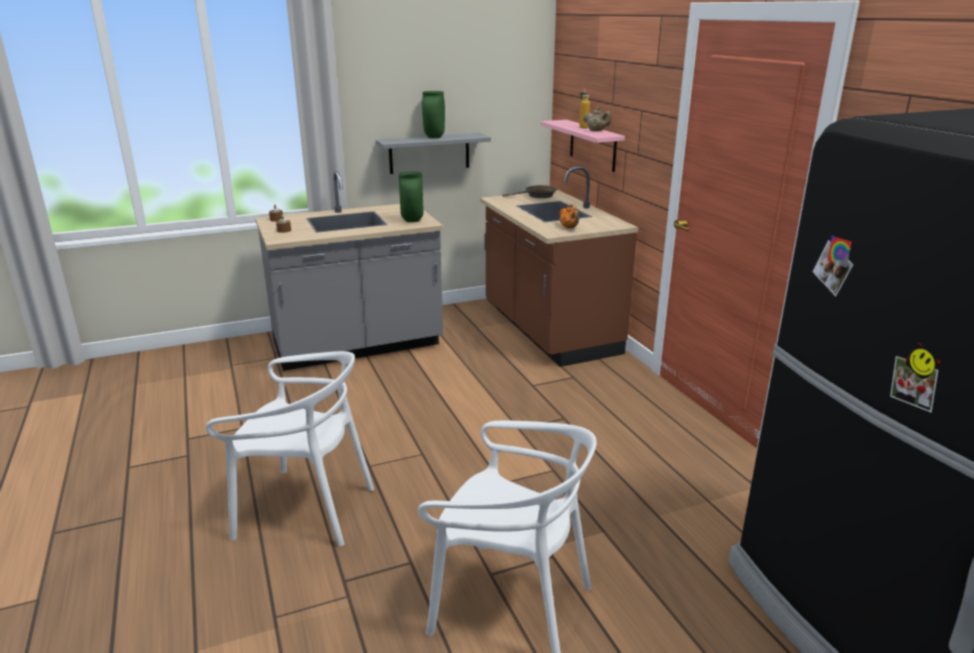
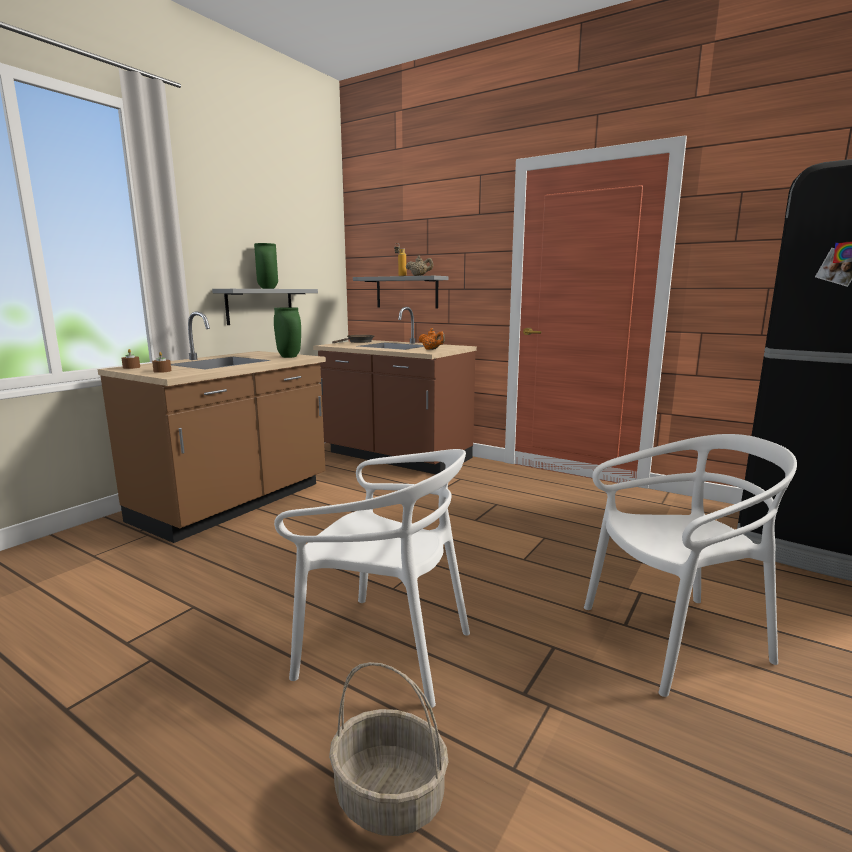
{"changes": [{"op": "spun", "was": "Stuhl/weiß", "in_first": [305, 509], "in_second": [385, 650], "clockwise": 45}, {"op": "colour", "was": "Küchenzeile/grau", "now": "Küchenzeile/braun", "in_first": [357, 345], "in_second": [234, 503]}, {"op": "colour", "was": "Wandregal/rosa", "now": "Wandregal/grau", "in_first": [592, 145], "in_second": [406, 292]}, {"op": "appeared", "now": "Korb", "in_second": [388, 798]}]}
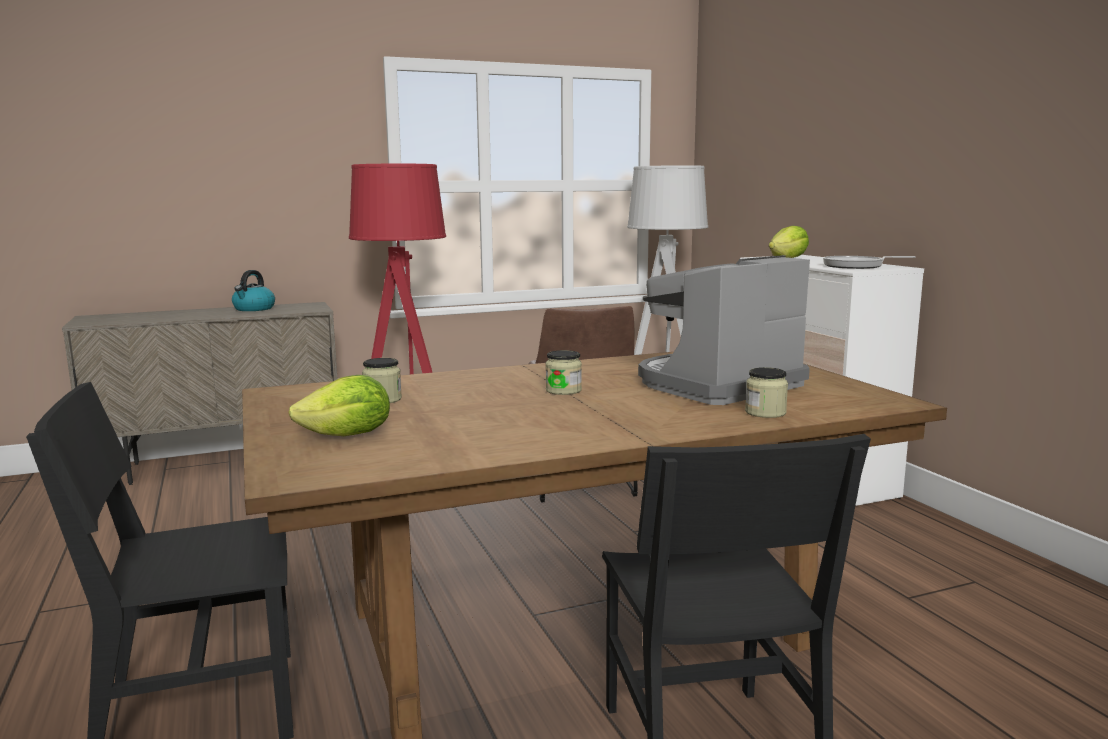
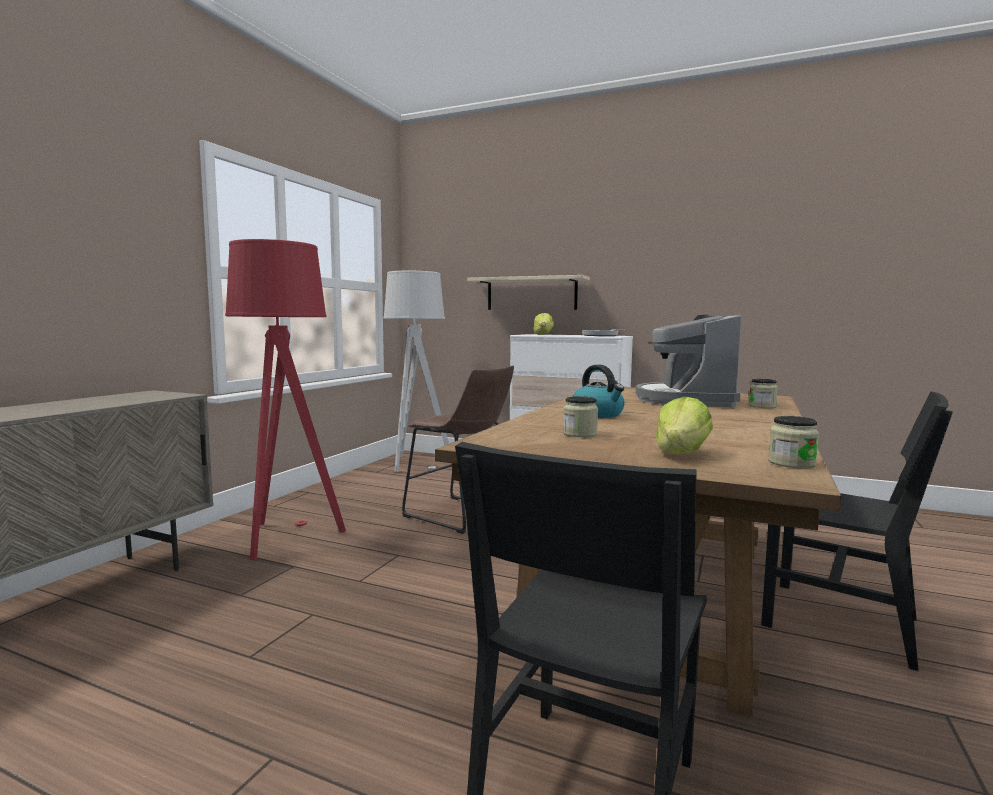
{"changes": [{"op": "relocated", "was": "Wasserkessel", "in_first": [254, 309], "in_second": [598, 414]}, {"op": "relocated", "was": "Vorratsglas", "in_first": [563, 390], "in_second": [791, 463]}, {"op": "appeared", "now": "Wandregal/beige", "in_second": [531, 294]}]}
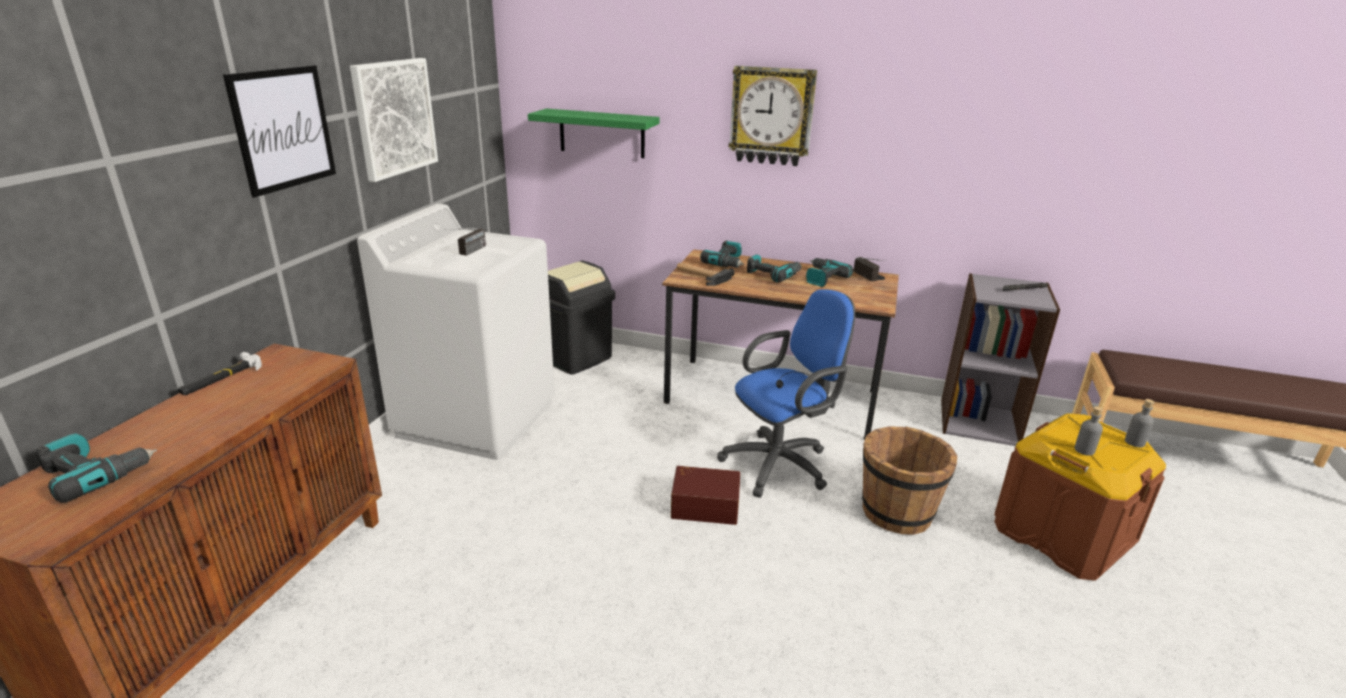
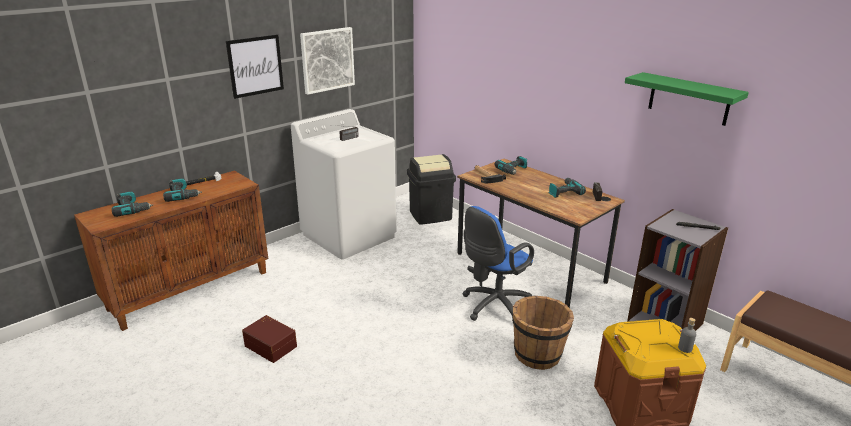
{"changes": [{"op": "relocated", "was": "Wandregal/grün", "in_first": [602, 133], "in_second": [689, 99]}, {"op": "relocated", "was": "Aufbewahrungsbox/braun", "in_first": [705, 505], "in_second": [271, 345]}, {"op": "spun", "was": "Bürostuhl/blau", "in_first": [781, 464], "in_second": [494, 306], "clockwise": 135}, {"op": "missing", "was": "Wanduhr", "in_first": [771, 116]}, {"op": "relocated", "was": "Bohrmaschine", "in_first": [773, 274], "in_second": [182, 195]}, {"op": "missing", "was": "Flasche/grau", "in_first": [1084, 450]}]}
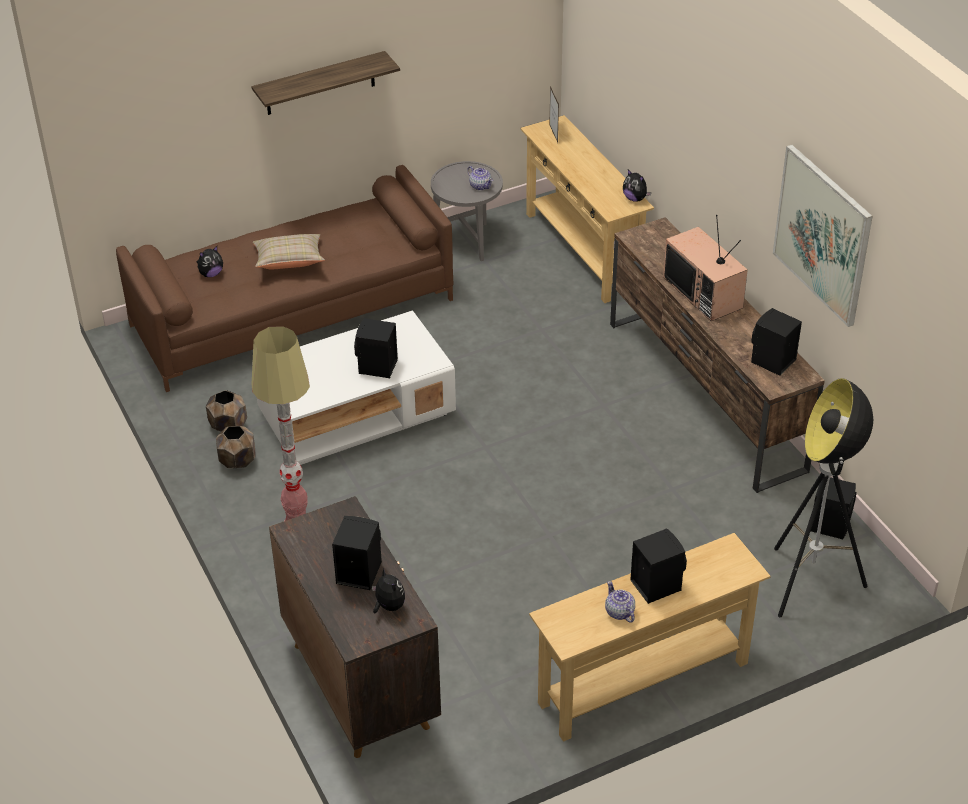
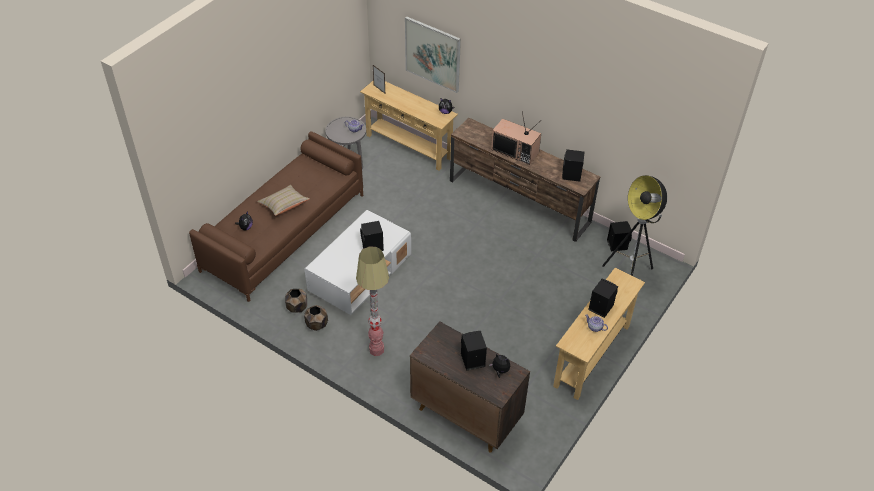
{"changes": [{"op": "missing", "was": "Wandregal", "in_first": [320, 84]}, {"op": "relocated", "was": "Bild", "in_first": [822, 234], "in_second": [433, 54]}]}
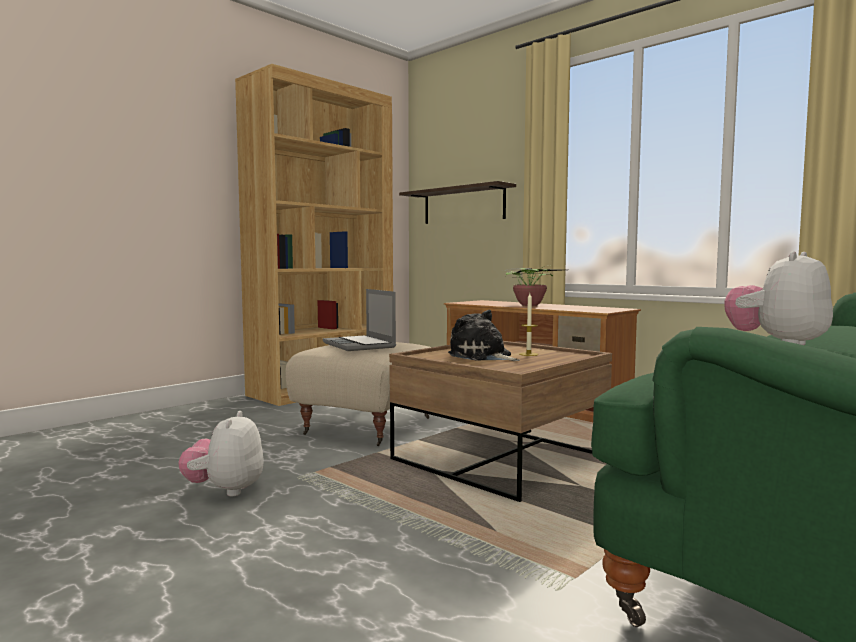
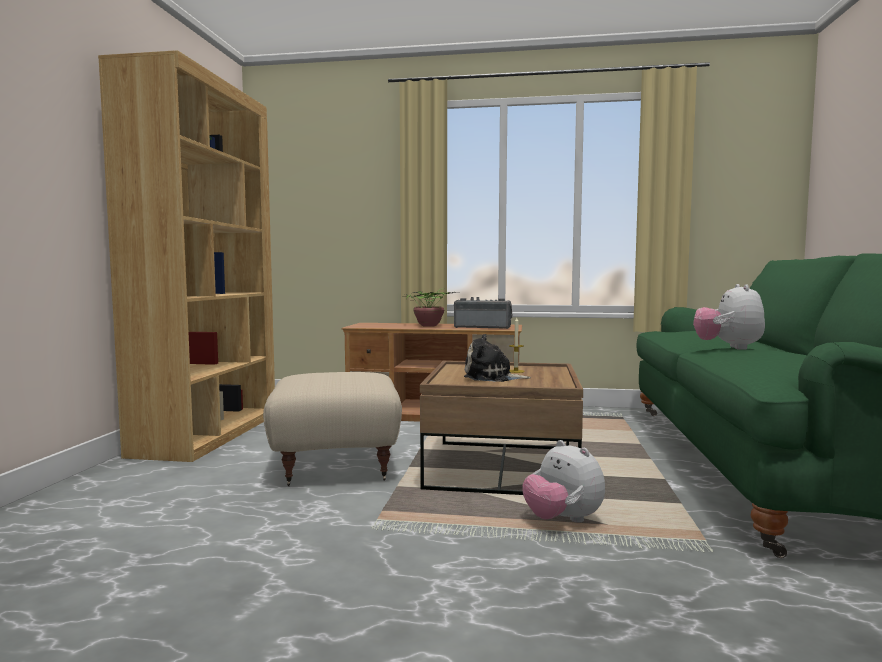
{"changes": [{"op": "relocated", "was": "Plüschtier", "in_first": [225, 490], "in_second": [562, 520]}, {"op": "missing", "was": "Laptop", "in_first": [360, 345]}, {"op": "missing", "was": "Wandregal", "in_first": [463, 205]}, {"op": "appeared", "now": "Radio", "in_second": [483, 327]}]}
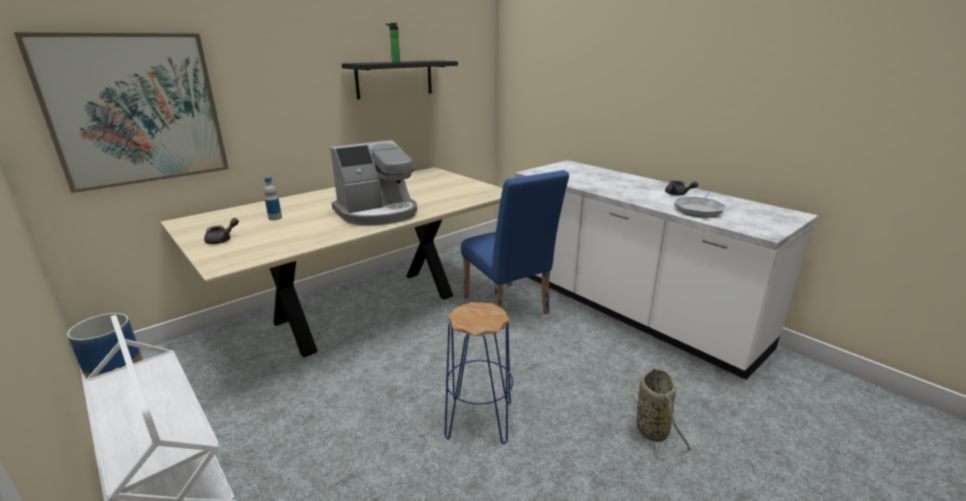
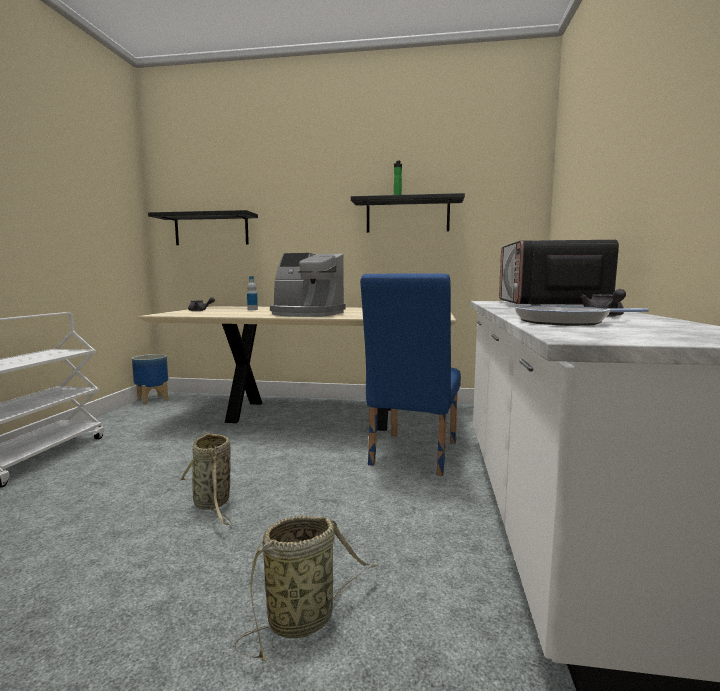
{"changes": [{"op": "exchanged", "was": "Bild", "now": "Wandregal/schwarz", "in_first": [136, 110], "in_second": [211, 230]}, {"op": "exchanged", "was": "Hocker/blau", "now": "Korb", "in_first": [479, 419], "in_second": [212, 504]}, {"op": "appeared", "now": "Mikrowelle", "in_second": [549, 305]}]}
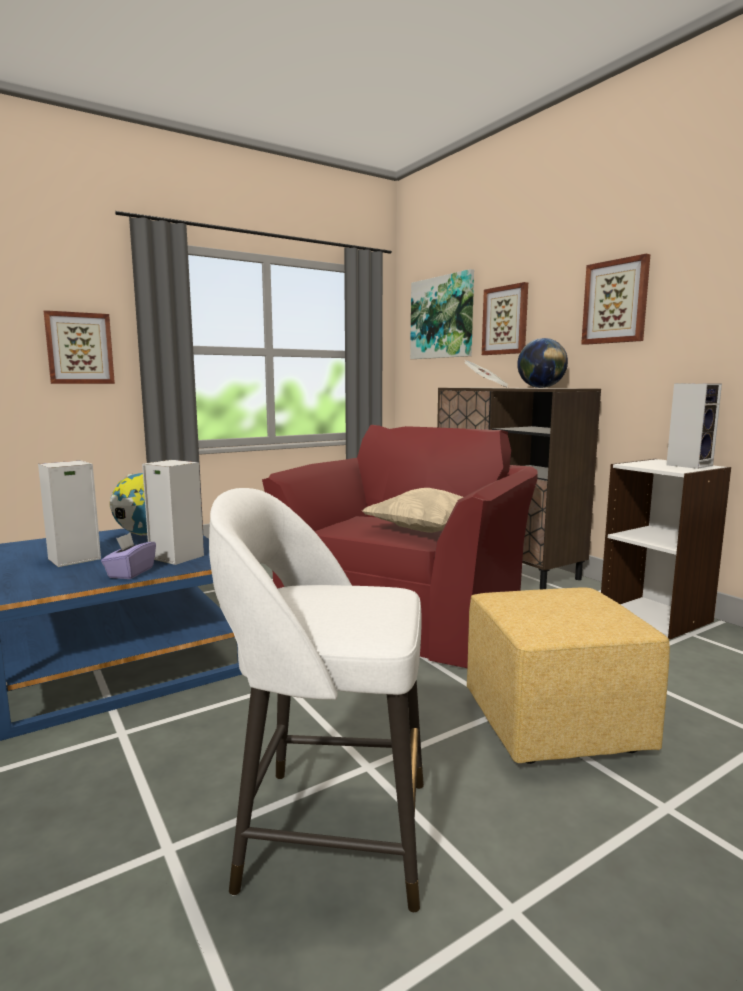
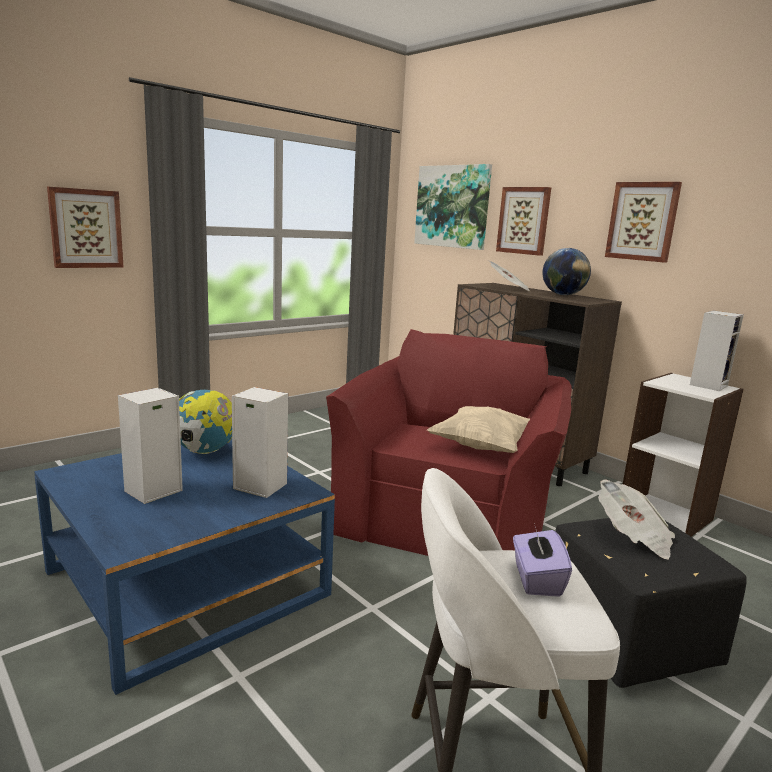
{"changes": [{"op": "relocated", "was": "Taschentuchbox/lila", "in_first": [130, 573], "in_second": [536, 579]}, {"op": "colour", "was": "Polsterhocker/gelb", "now": "Polsterhocker/schwarz", "in_first": [553, 723], "in_second": [627, 639]}, {"op": "appeared", "now": "Zeitung", "in_second": [633, 537]}]}
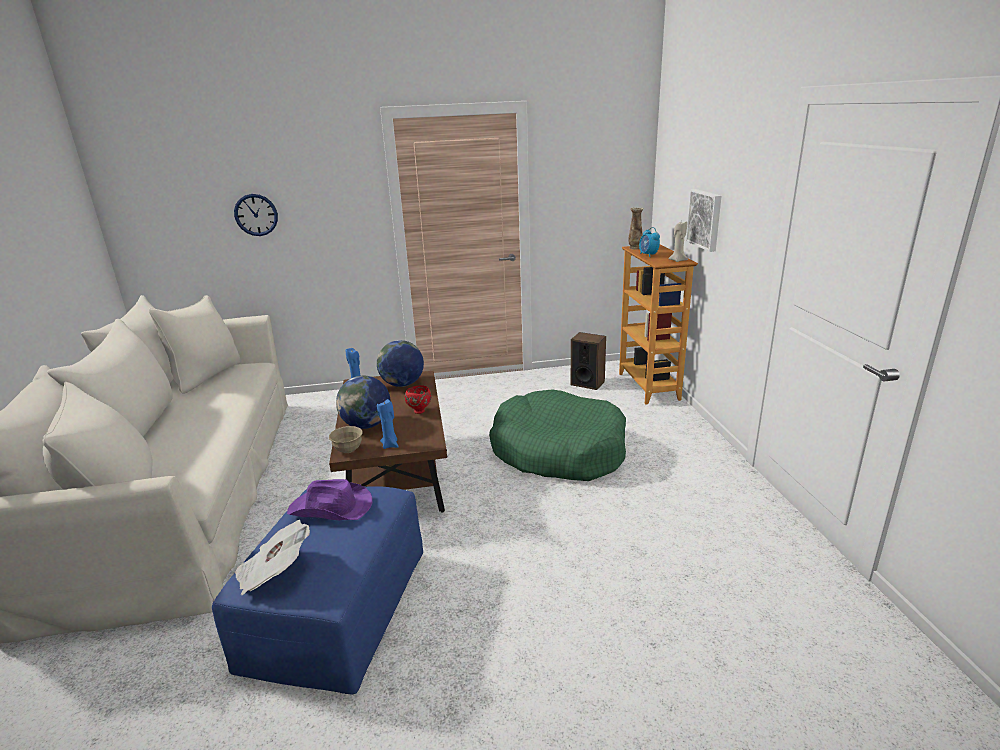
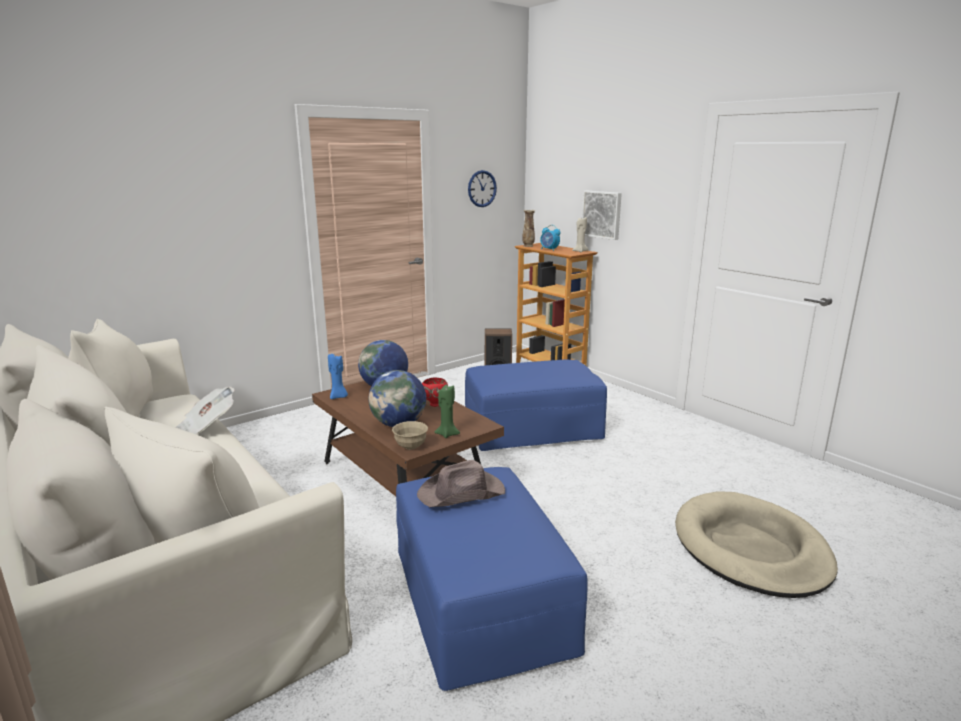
{"changes": [{"op": "relocated", "was": "Wanduhr", "in_first": [256, 215], "in_second": [482, 188]}, {"op": "relocated", "was": "Zeitung", "in_first": [274, 573], "in_second": [205, 427]}, {"op": "colour", "was": "Hut/lila", "now": "Hut/braun", "in_first": [331, 508], "in_second": [462, 493]}, {"op": "colour", "was": "Kerze/blau", "now": "Kerze/grün", "in_first": [390, 445], "in_second": [447, 434]}, {"op": "exchanged", "was": "Hundebett/grün", "now": "Polsterhocker/blau", "in_first": [558, 450], "in_second": [532, 429]}, {"op": "appeared", "now": "Hundebett/beige", "in_second": [750, 549]}]}
